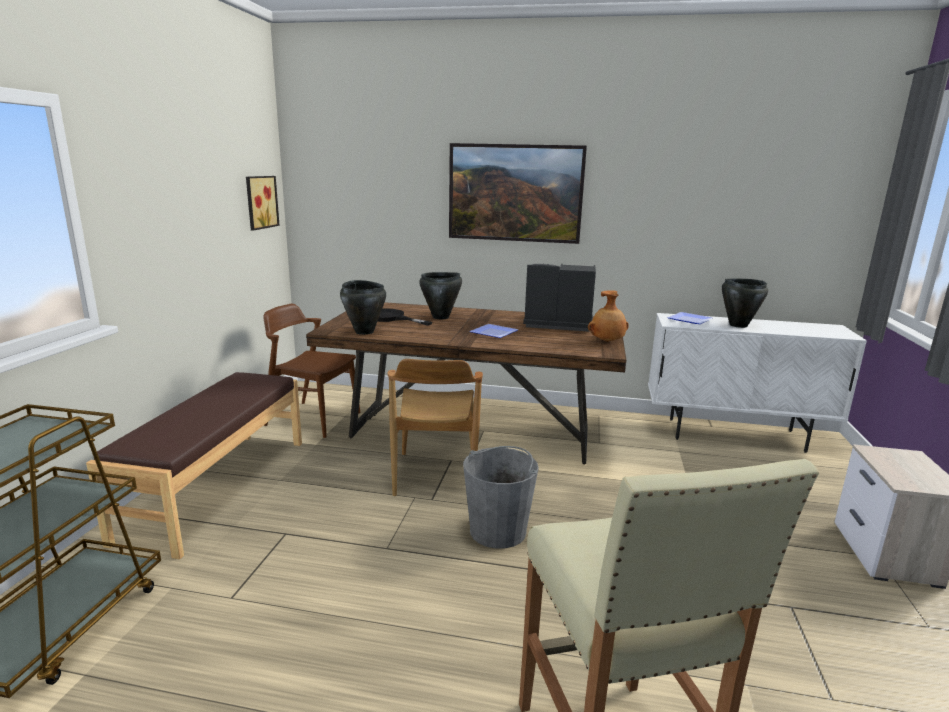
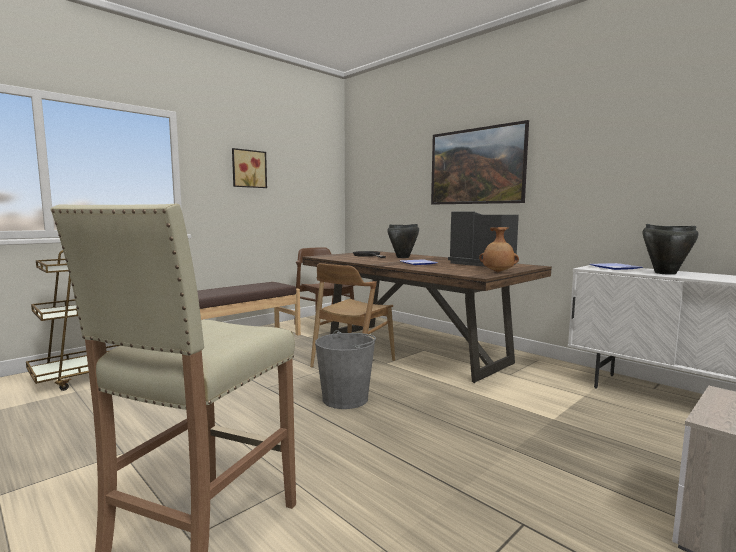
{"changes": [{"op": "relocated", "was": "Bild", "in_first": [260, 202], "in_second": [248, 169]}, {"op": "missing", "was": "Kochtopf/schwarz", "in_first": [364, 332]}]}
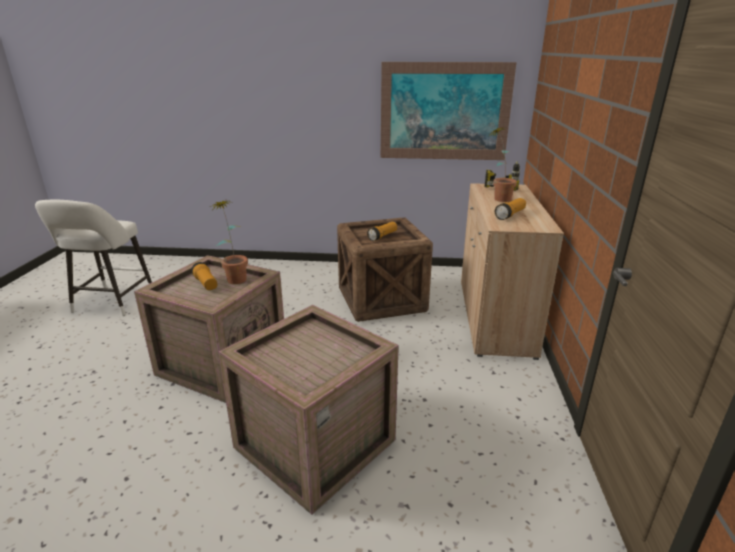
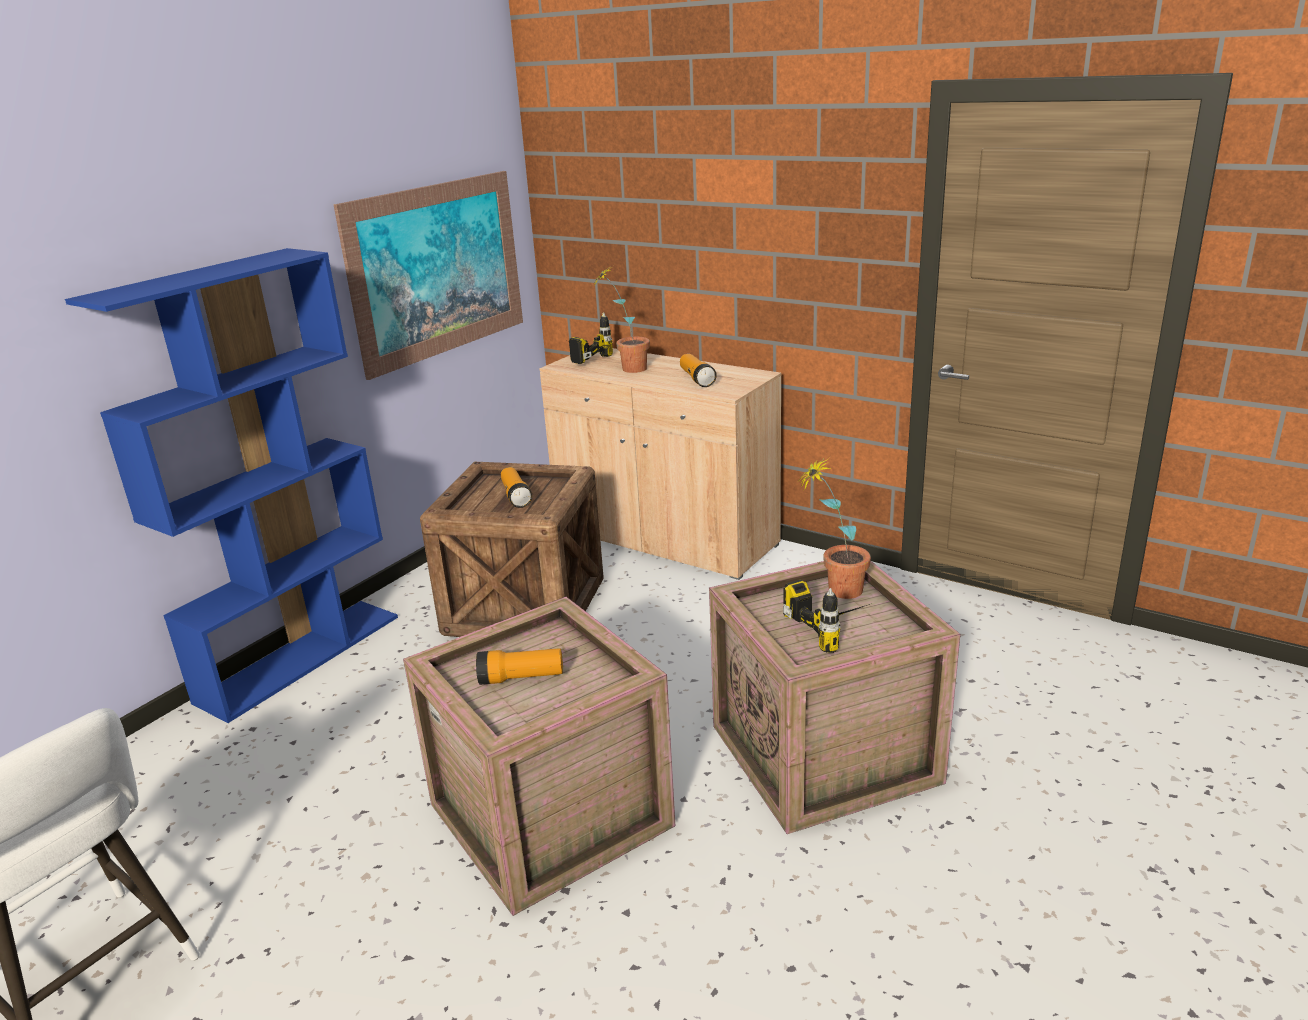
{"changes": [{"op": "relocated", "was": "Topfpflanze", "in_first": [235, 277], "in_second": [834, 591]}, {"op": "appeared", "now": "Bücherregal/blau", "in_second": [300, 657]}, {"op": "appeared", "now": "Bohrmaschine", "in_second": [835, 628]}]}
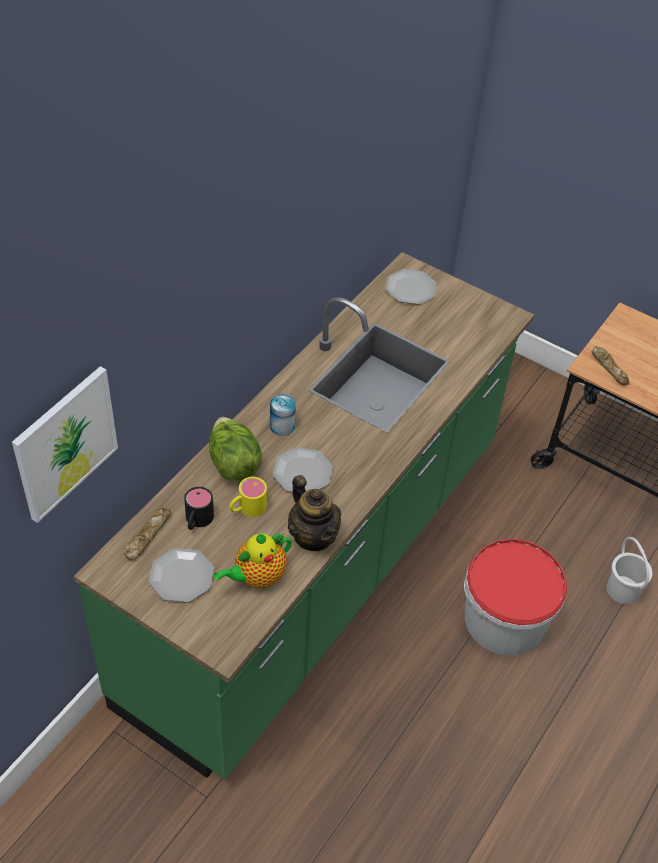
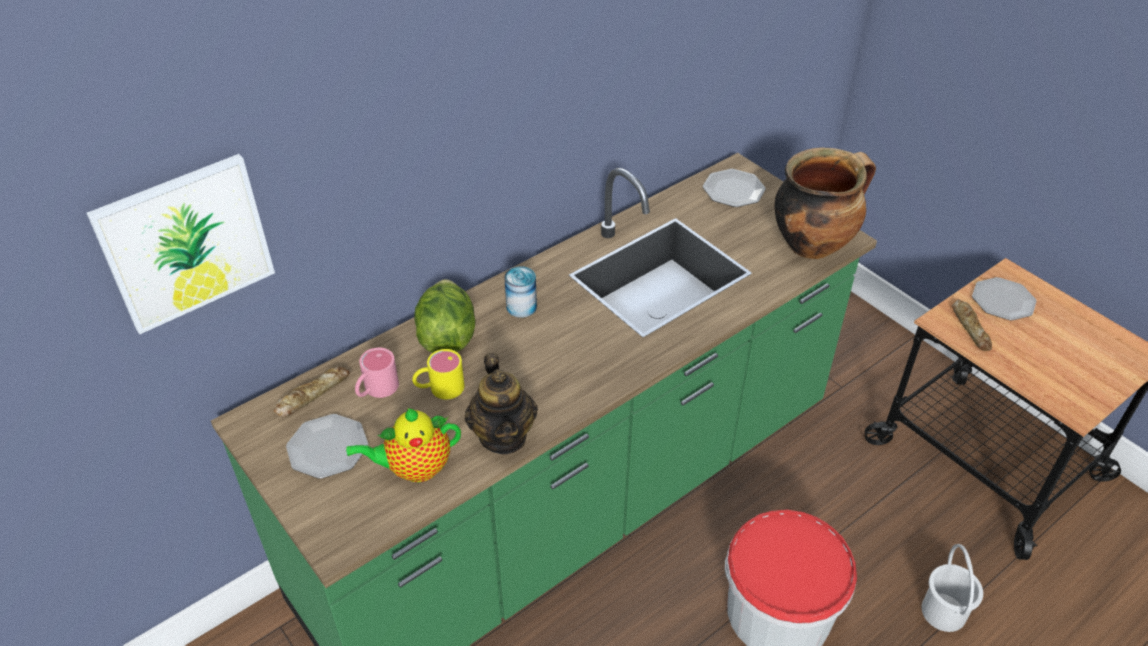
{"changes": [{"op": "colour", "was": "Henkelbecher/schwarz", "now": "Henkelbecher/rosa", "in_first": [197, 521], "in_second": [376, 390]}, {"op": "relocated", "was": "Teller", "in_first": [303, 473], "in_second": [1003, 301]}, {"op": "appeared", "now": "Kochtopf", "in_second": [812, 244]}]}
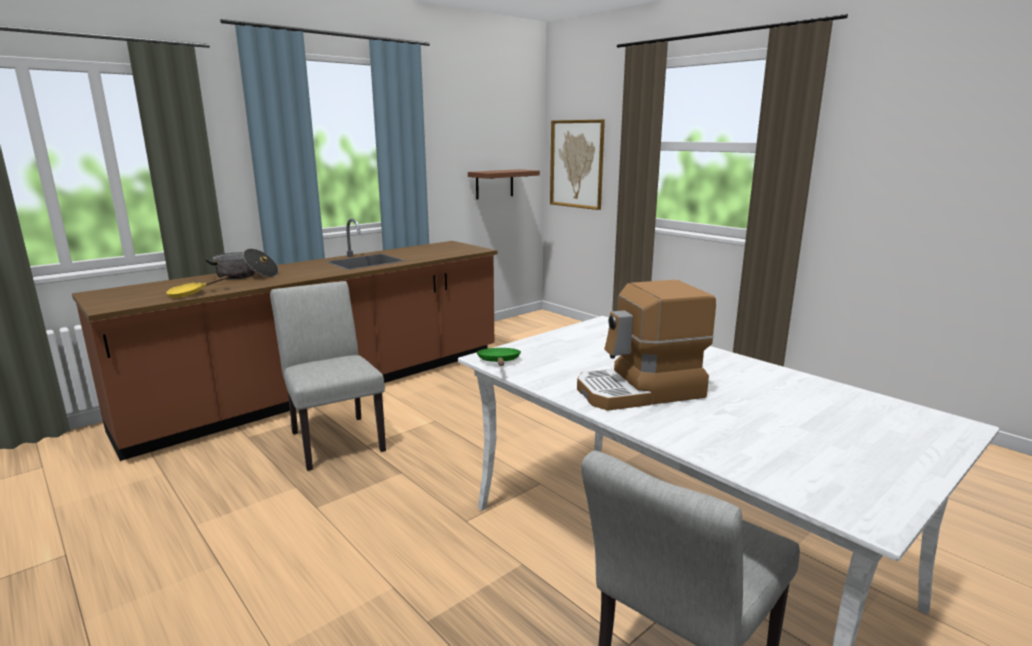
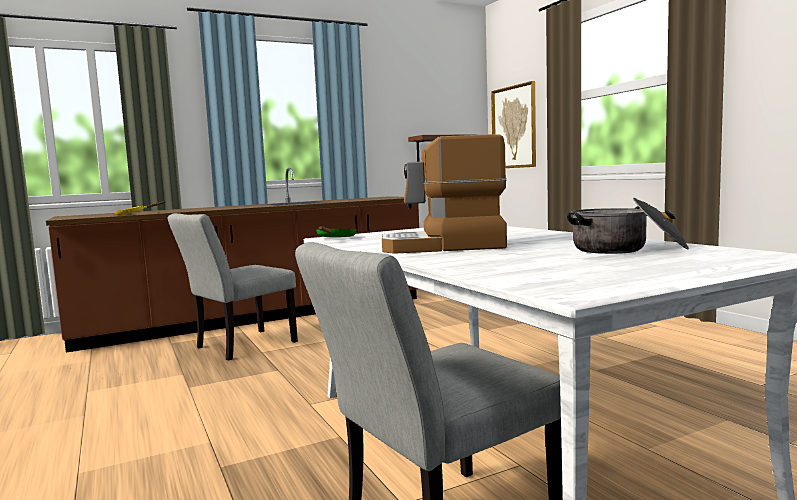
{"changes": [{"op": "relocated", "was": "Kochtopf", "in_first": [246, 276], "in_second": [627, 249]}, {"op": "spun", "was": "Stuhl/grau", "in_first": [335, 438], "in_second": [239, 346], "clockwise": -120}]}
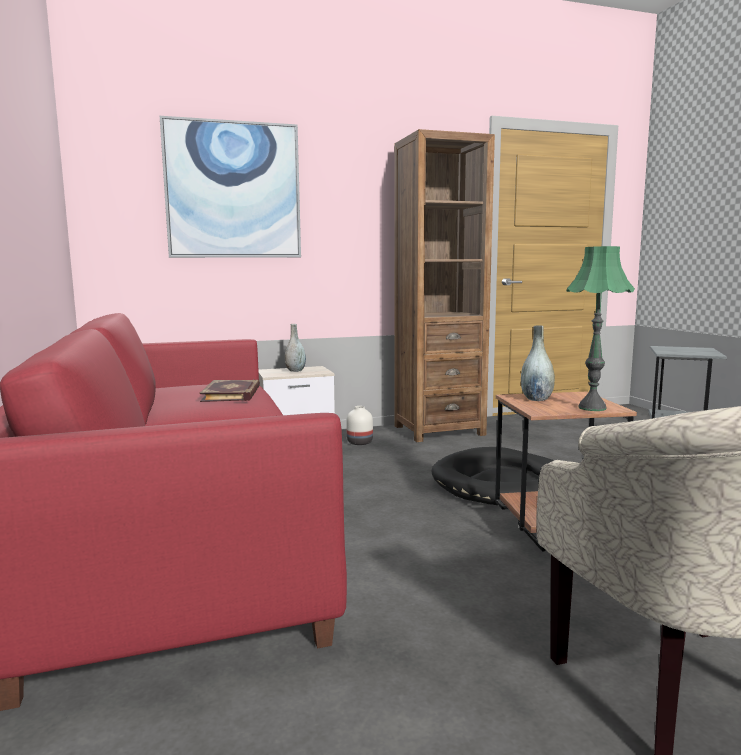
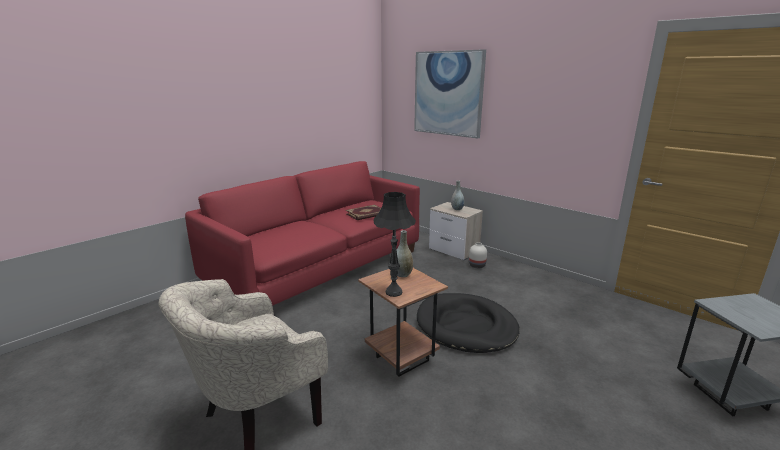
{"changes": [{"op": "missing", "was": "Bücherregal/braun", "in_first": [438, 430]}, {"op": "colour", "was": "Tischlampe/grün", "now": "Tischlampe/schwarz", "in_first": [591, 408], "in_second": [394, 292]}]}
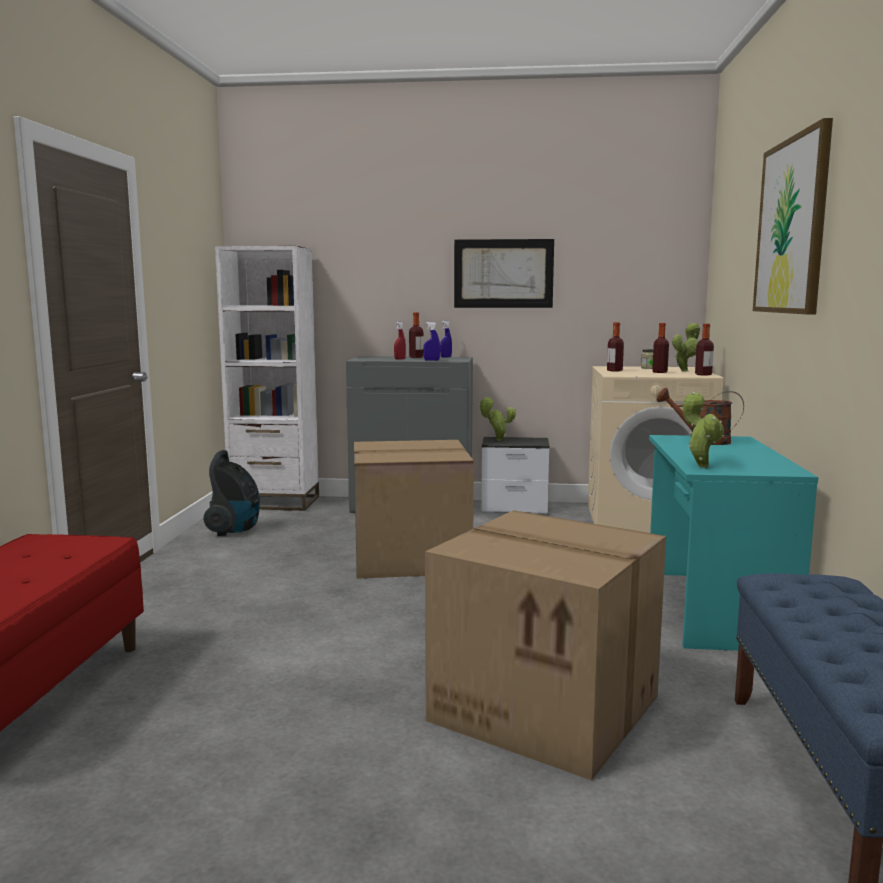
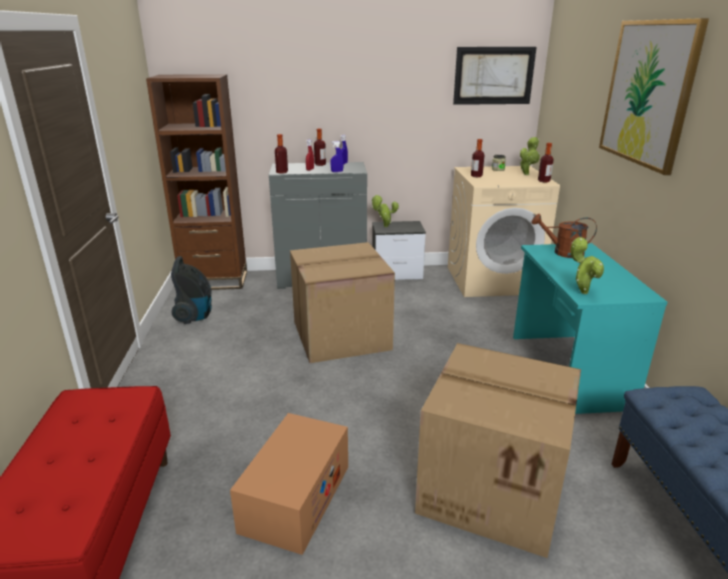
{"changes": [{"op": "colour", "was": "Bücherregal/weiß", "now": "Bücherregal/braun", "in_first": [274, 502], "in_second": [214, 281]}, {"op": "relocated", "was": "Bild", "in_first": [503, 273], "in_second": [493, 76]}, {"op": "relocated", "was": "Flasche", "in_first": [659, 372], "in_second": [282, 172]}, {"op": "appeared", "now": "Karton", "in_second": [295, 498]}]}
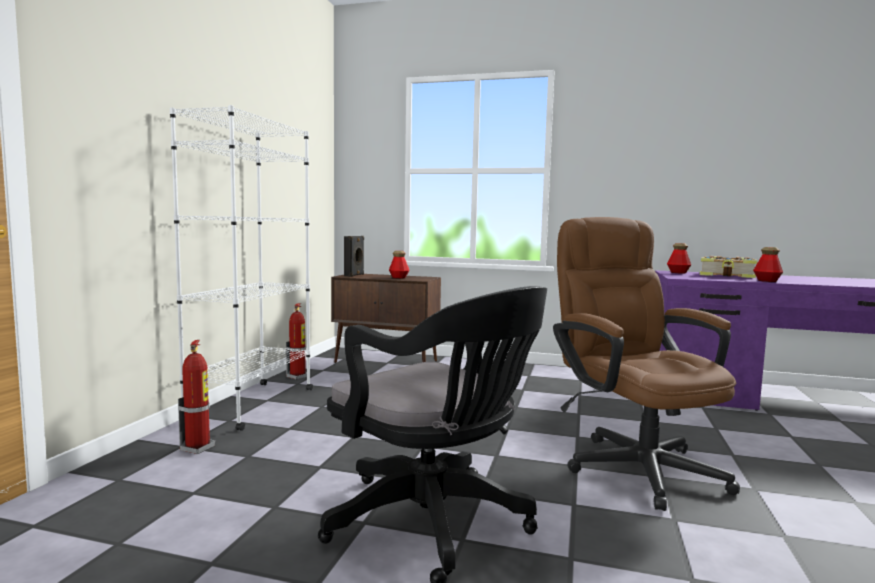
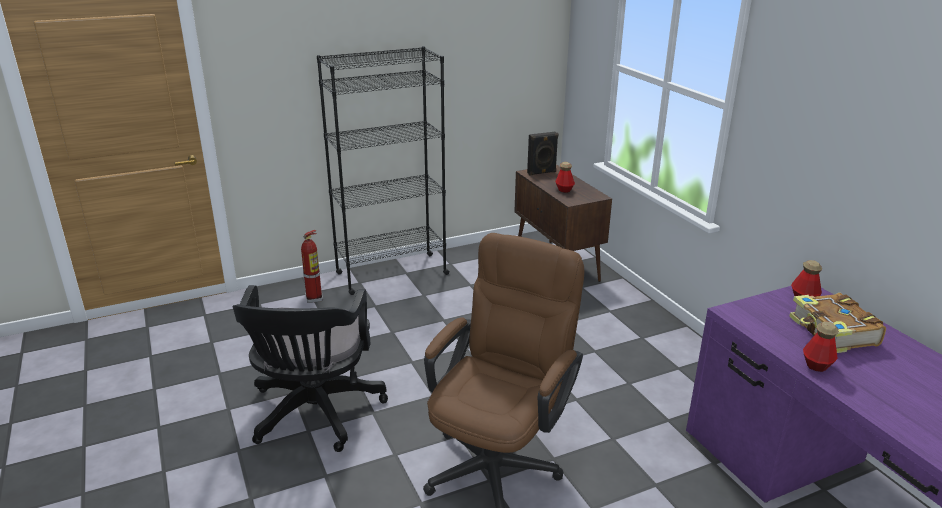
{"changes": [{"op": "colour", "was": "Bücherregal/weiß", "now": "Bücherregal/schwarz", "in_first": [252, 405], "in_second": [391, 274]}, {"op": "missing", "was": "Feuerlöscher", "in_first": [298, 376]}]}
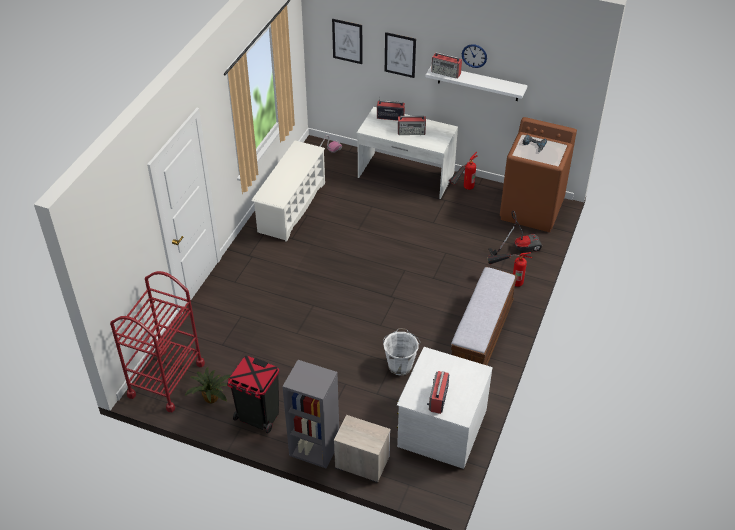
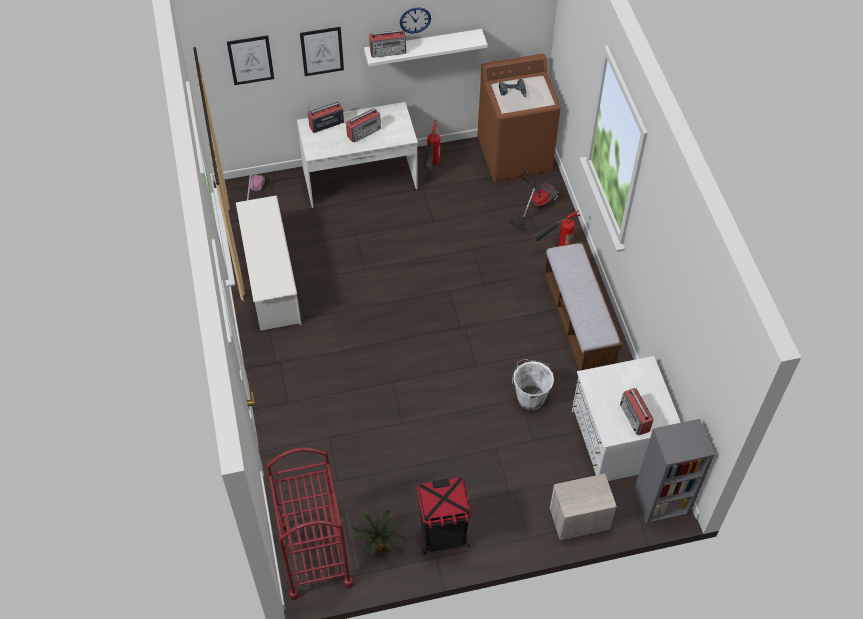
{"changes": [{"op": "relocated", "was": "Bücherregal/grau", "in_first": [313, 449], "in_second": [661, 502]}]}
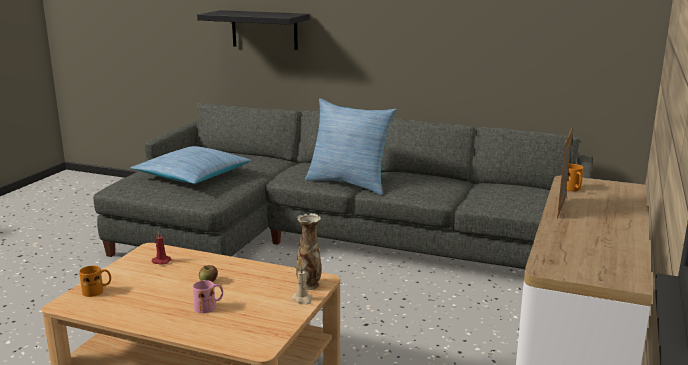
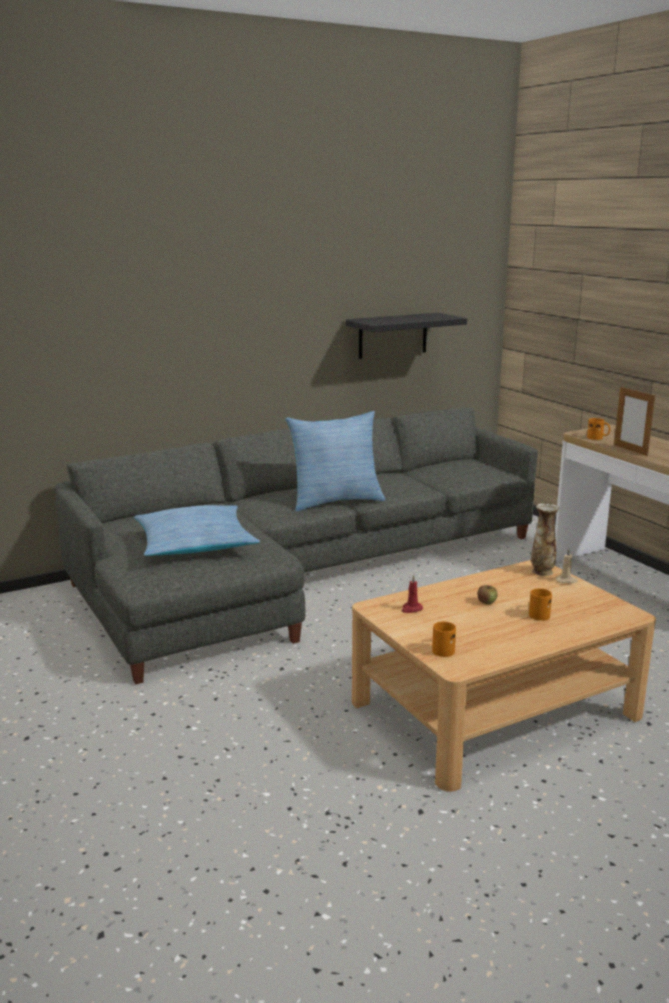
{"changes": [{"op": "colour", "was": "Henkelbecher/rosa", "now": "Henkelbecher/orange", "in_first": [209, 306], "in_second": [538, 613]}, {"op": "relocated", "was": "Wandregal/schwarz", "in_first": [264, 30], "in_second": [393, 335]}]}
